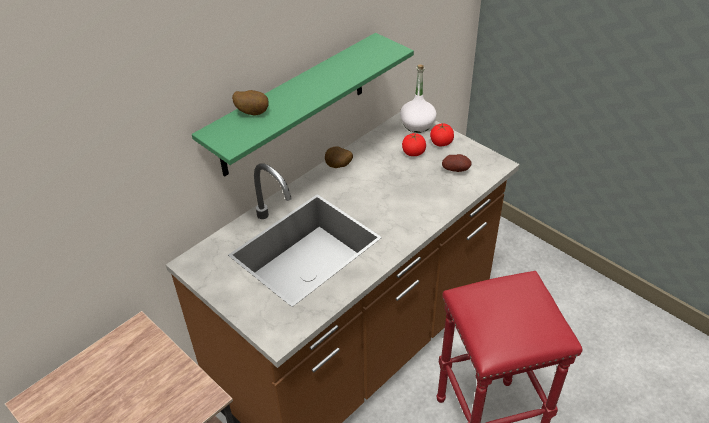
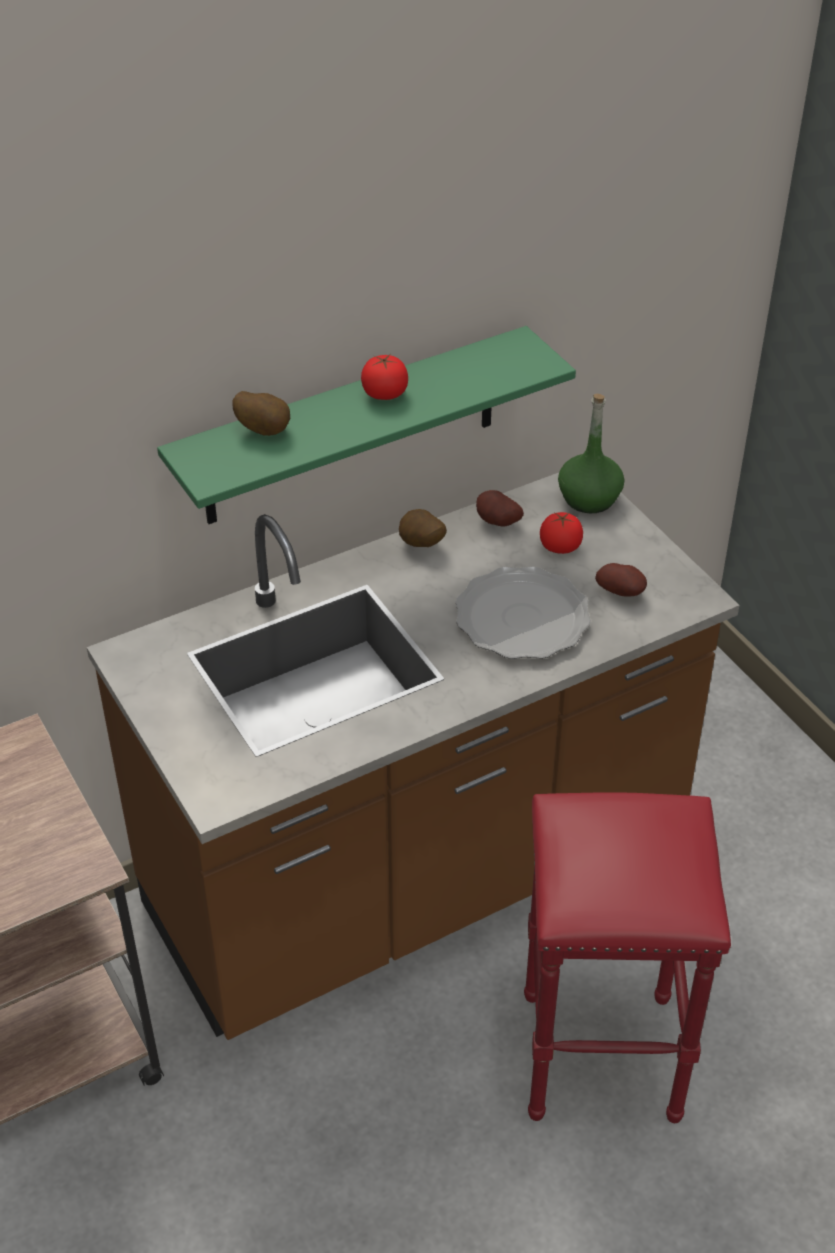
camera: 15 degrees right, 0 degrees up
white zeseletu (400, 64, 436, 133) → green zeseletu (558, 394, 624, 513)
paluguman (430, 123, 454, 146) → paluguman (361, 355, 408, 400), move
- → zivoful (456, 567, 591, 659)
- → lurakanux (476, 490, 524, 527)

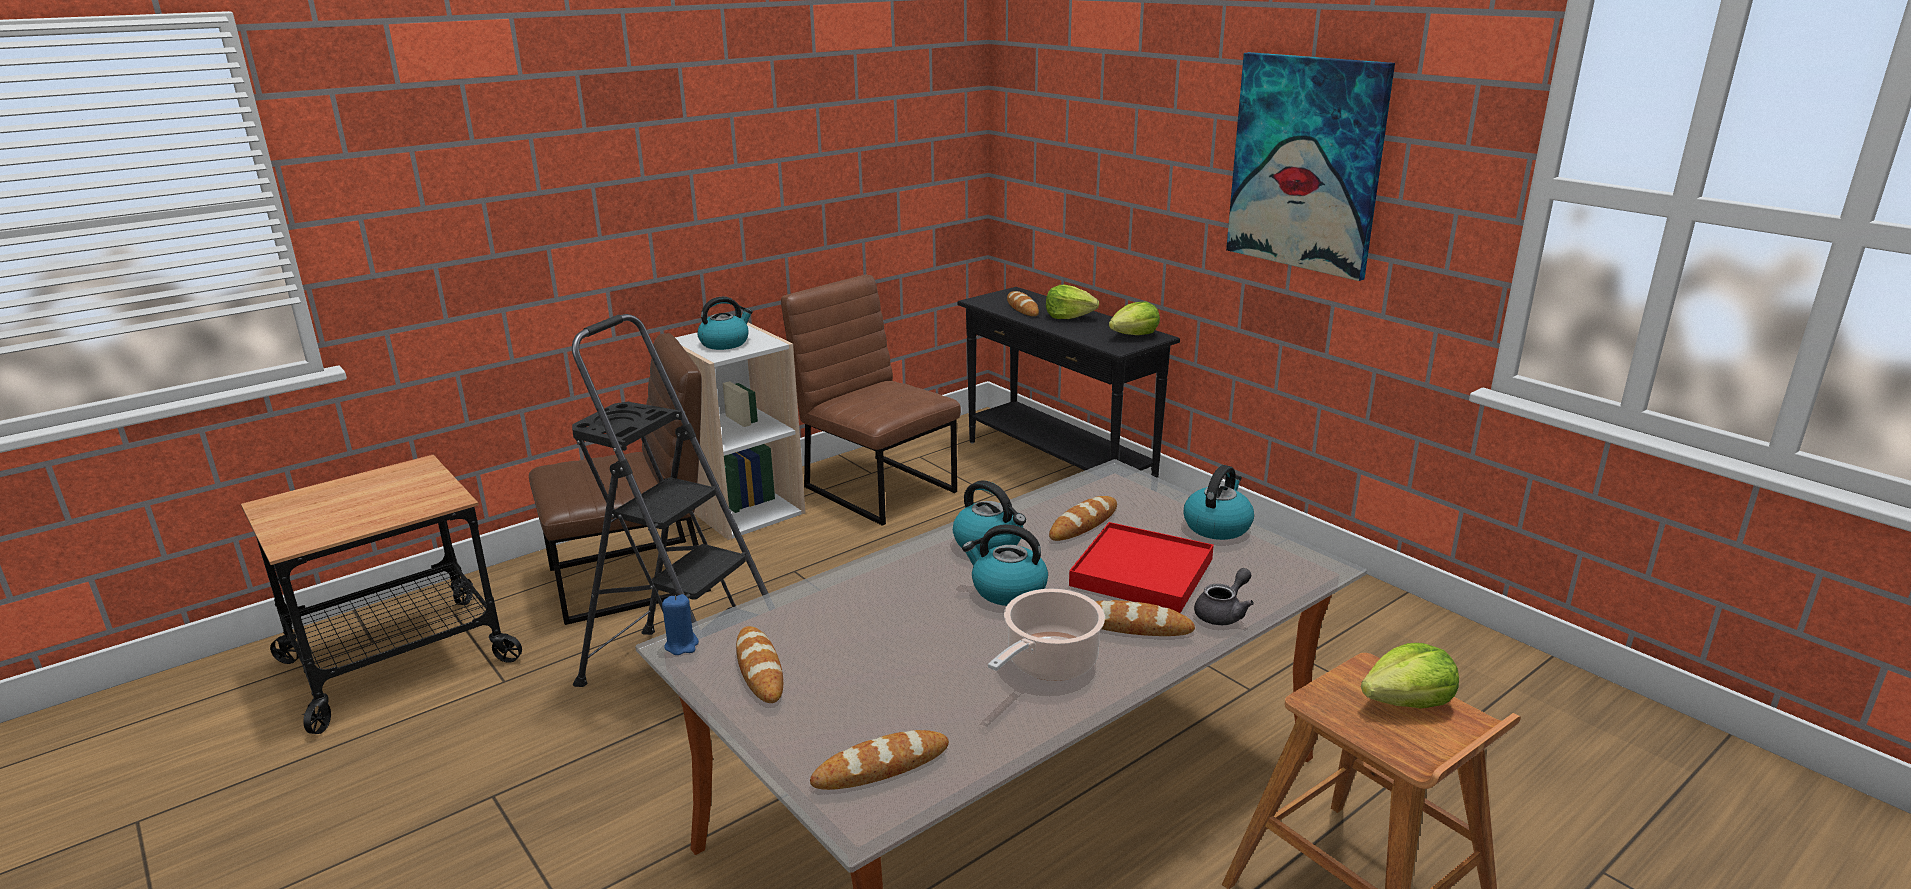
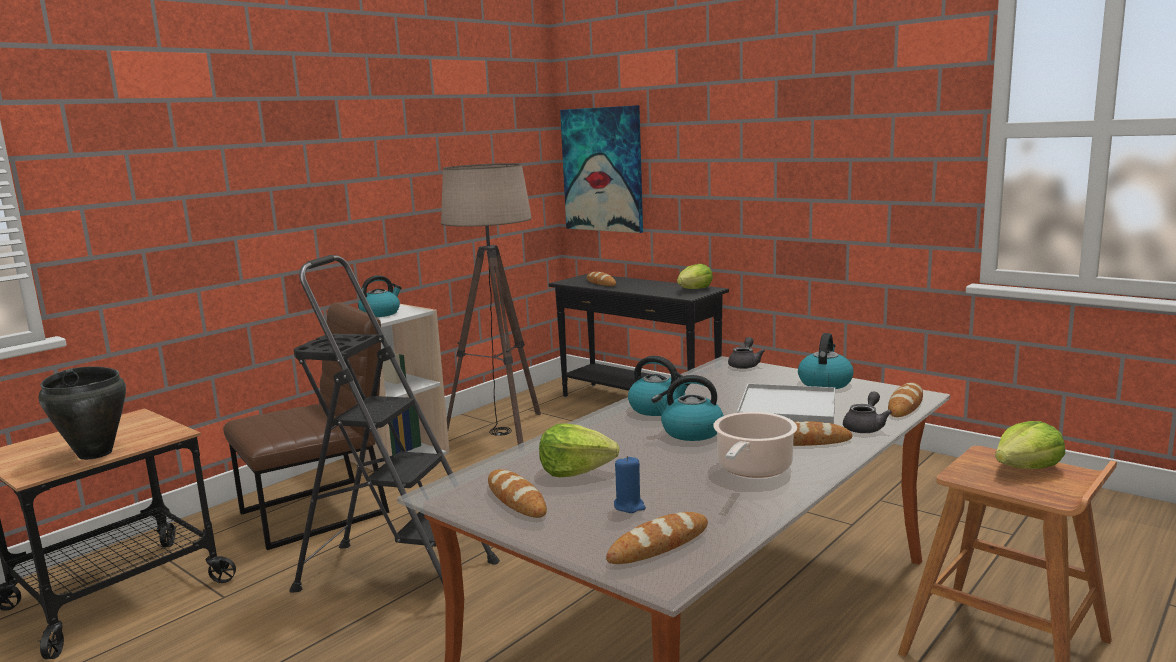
camera: 10 degrees left, 10 degrees down
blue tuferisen (662, 594, 699, 655) → blue tuferisen (614, 456, 646, 513), move
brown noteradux (781, 275, 961, 526) → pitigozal (441, 163, 541, 445)
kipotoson (1046, 285, 1099, 319) → kipotoson (539, 423, 619, 477), move
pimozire (1049, 496, 1117, 541) → pimozire (888, 383, 923, 417), move
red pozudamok (1069, 522, 1214, 613) → white pozudamok (737, 384, 835, 424)
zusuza (1226, 52, 1395, 281) → zusuza (560, 105, 643, 233), move
- → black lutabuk (39, 367, 126, 460)
- → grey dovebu (728, 337, 765, 369)

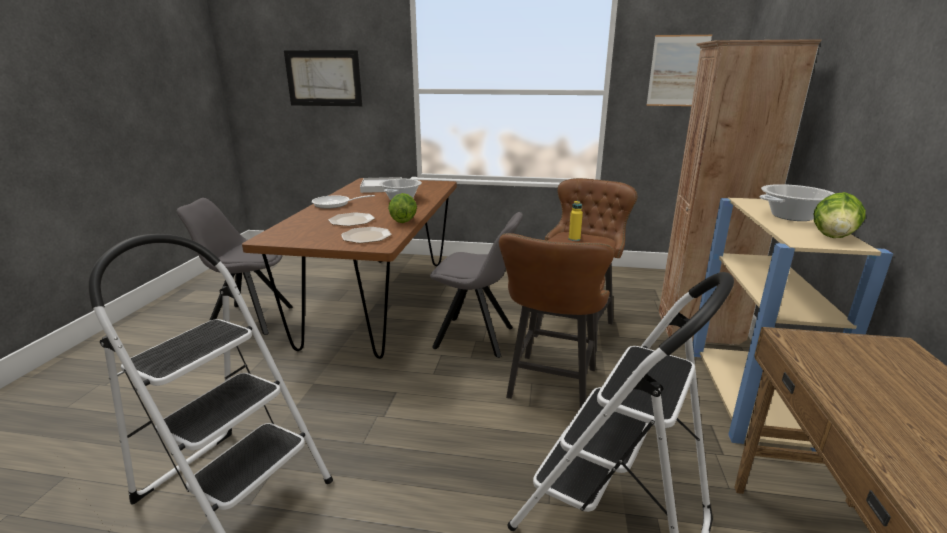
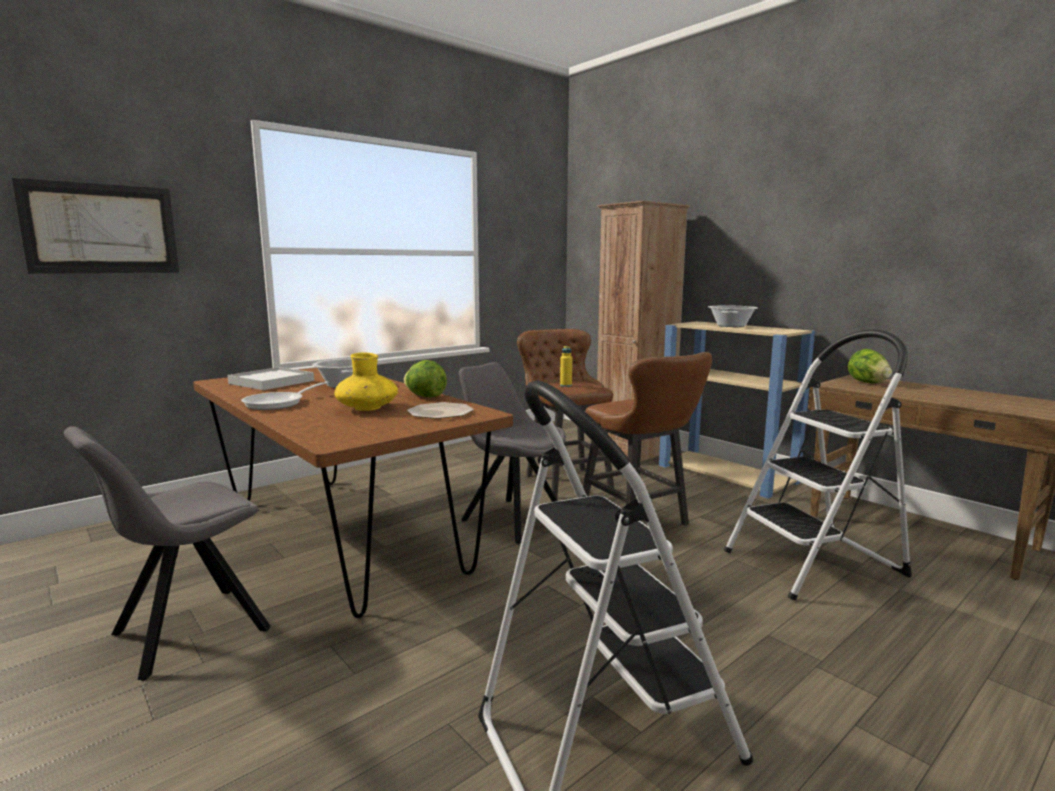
camera: 50 degrees left, 10 degrees down
zivoful (328, 212, 375, 226) → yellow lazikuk (334, 352, 398, 411)
grey noteradux (430, 212, 523, 358) → grey noteradux (459, 362, 566, 543), 105 degrees counterclockwise
zusuza (646, 35, 712, 106) → -
kipotoson (814, 192, 866, 238) → kipotoson (848, 349, 892, 384), move

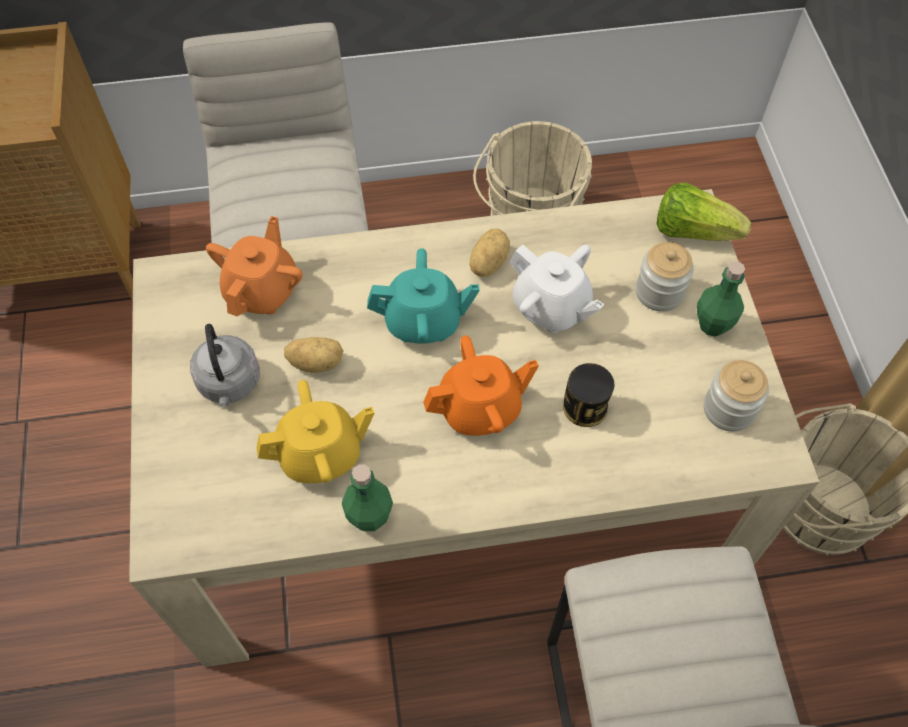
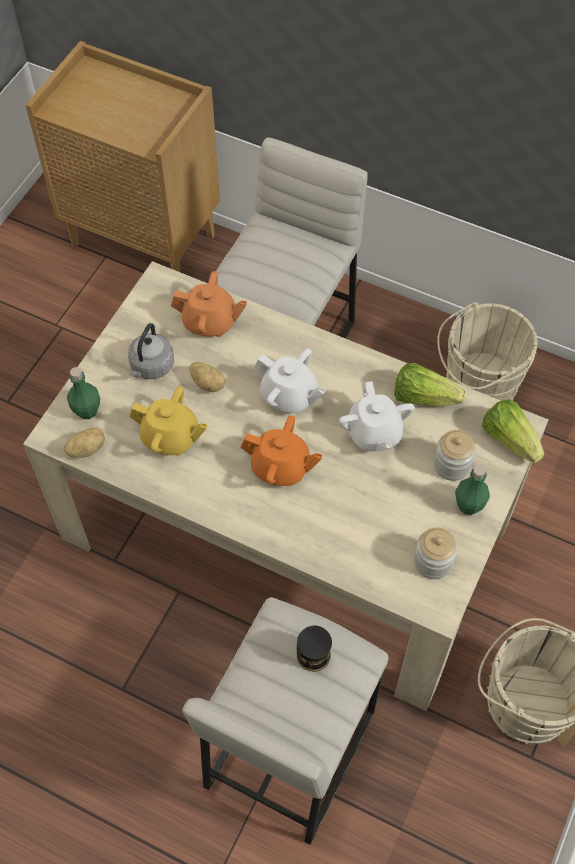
camera: 35 degrees right, 0 degrees up
orange dovebu (206, 216, 303, 316) → orange dovebu (171, 271, 247, 337), 45 degrees clockwise
green zeseletu (342, 464, 393, 531) → green zeseletu (67, 367, 100, 419), move
turquoise dovebu (367, 248, 480, 344) → white dovebu (255, 348, 326, 415)
lurakanux (470, 229, 510, 277) → lurakanux (64, 427, 105, 458), move
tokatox (563, 363, 615, 427) → tokatox (297, 626, 332, 671), move
- → kipotoson (394, 363, 465, 406)

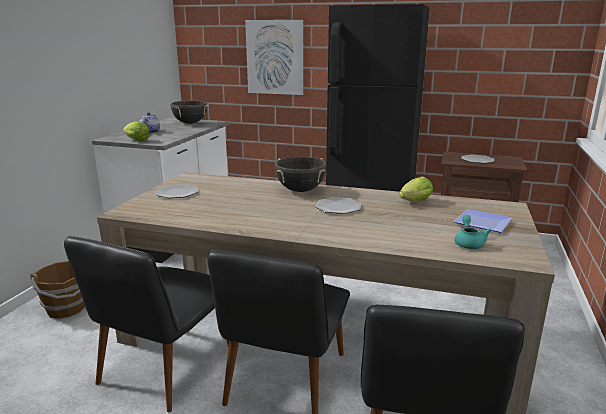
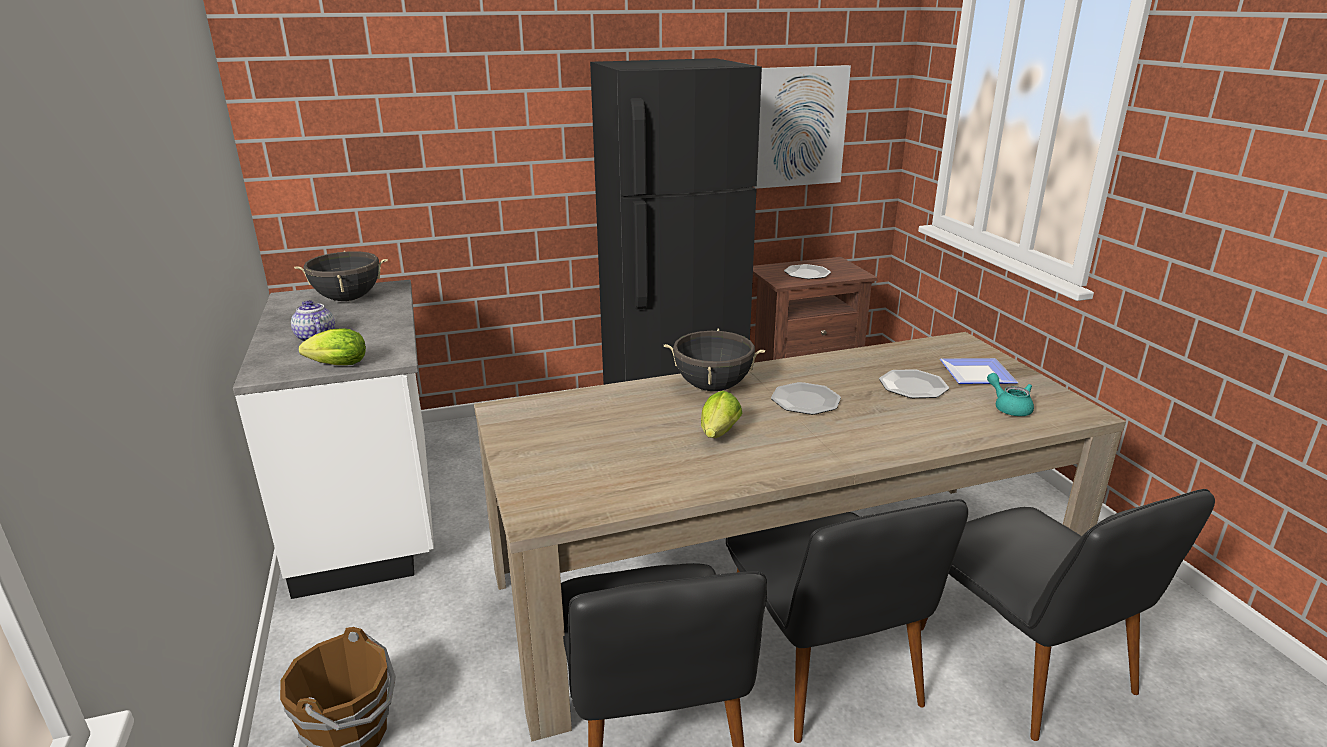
camera: 35 degrees left, 5 degrees up
zivoful (156, 184, 198, 198) → zivoful (879, 369, 949, 398), move
zusuza (245, 20, 303, 95) → zusuza (754, 65, 851, 189), move
kipotoson (399, 176, 433, 201) → kipotoson (701, 391, 742, 438), move

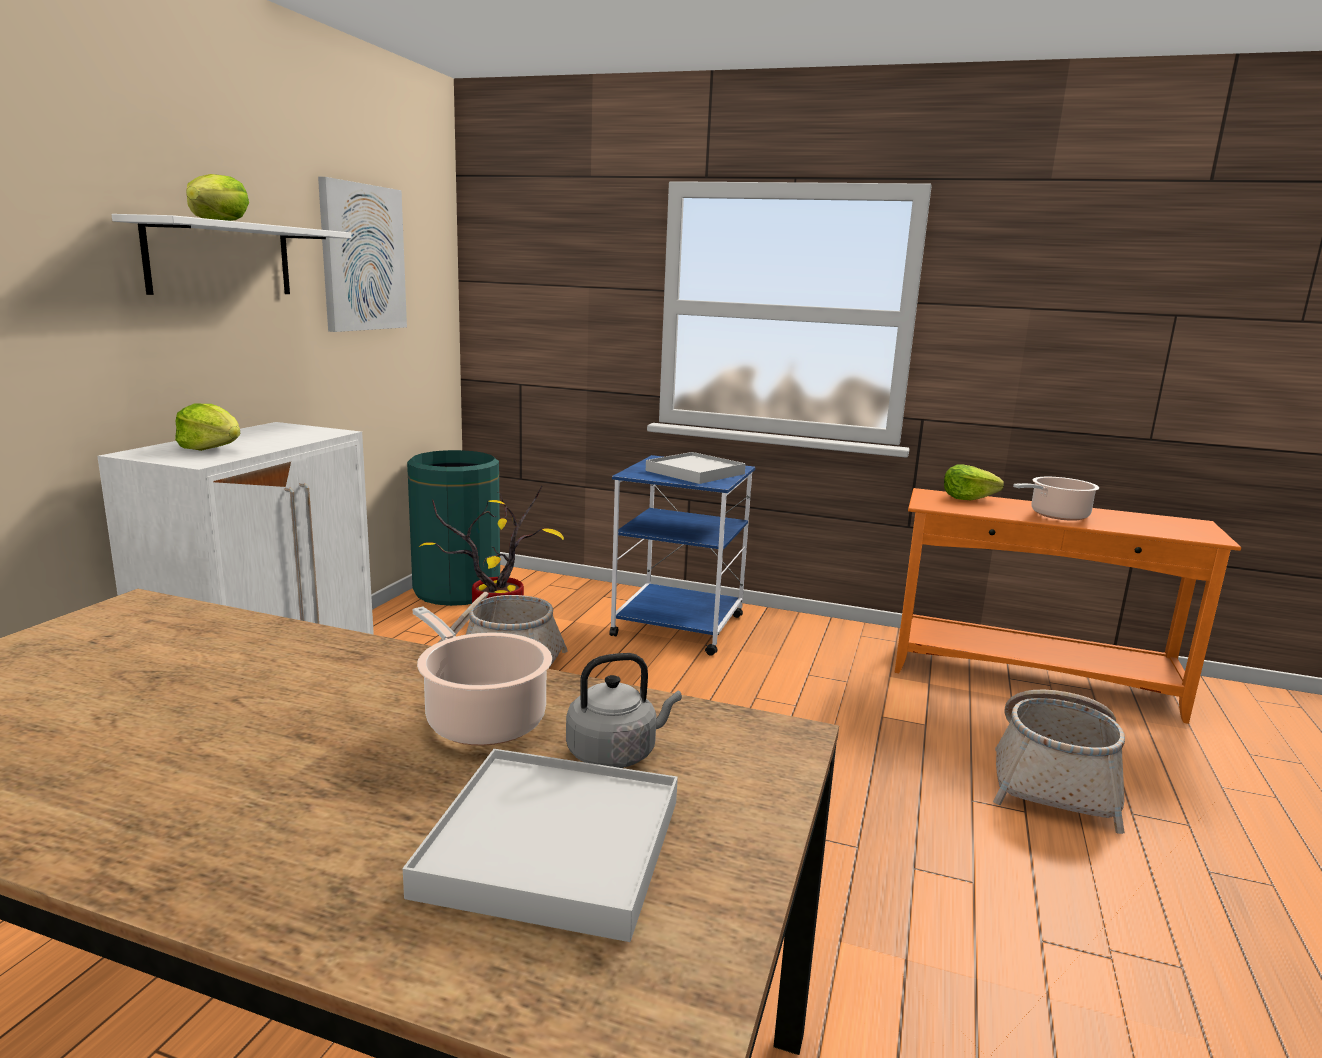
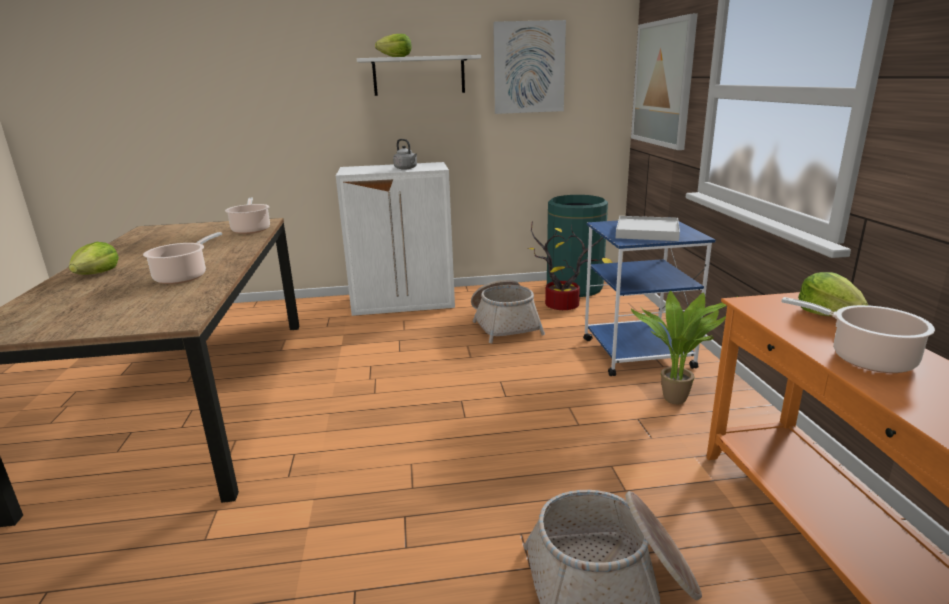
camera: 65 degrees right, 5 degrees up
kipotoson (175, 404, 241, 451) → kipotoson (69, 242, 119, 275), move
white pozudamok (403, 749, 678, 942) → -
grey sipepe (566, 653, 682, 768) → grey sipepe (393, 139, 417, 170), move
- → lutabuk (225, 197, 270, 234)
- → zusuza (631, 14, 698, 150)
- → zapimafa (631, 291, 738, 404)

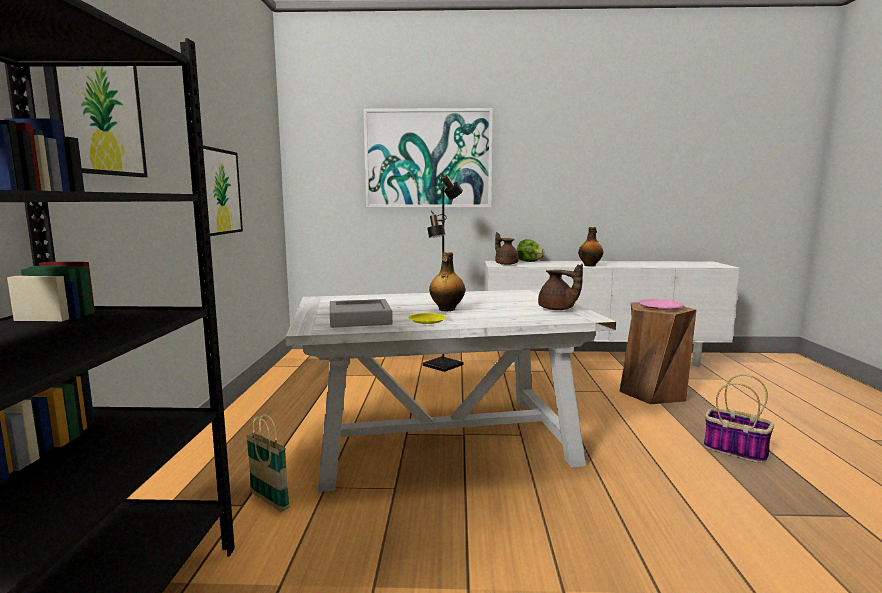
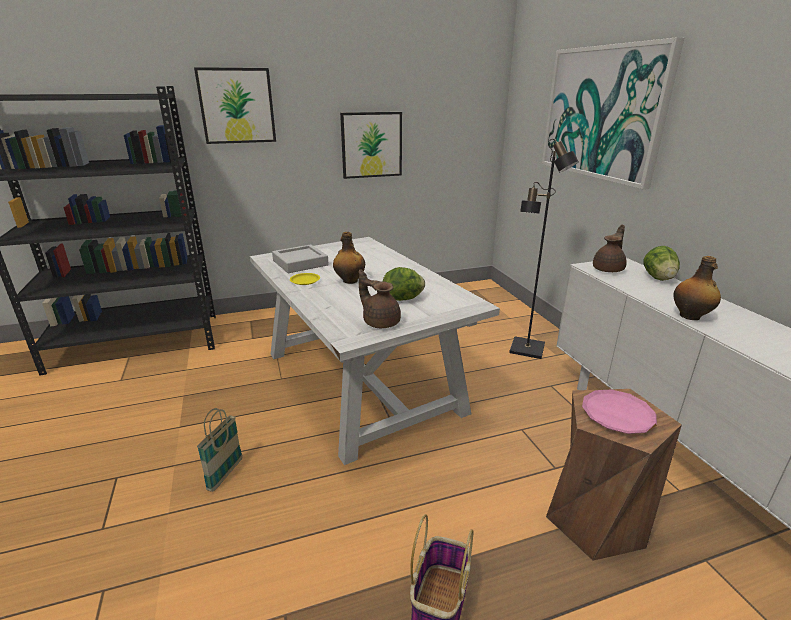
camera: 70 degrees right, 15 degrees up
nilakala (246, 414, 290, 512) → nilakala (197, 408, 243, 492), move
brown dovebu (538, 264, 583, 310) → brown dovebu (359, 270, 401, 328), 105 degrees clockwise
- → kipotoson (383, 267, 425, 301)

